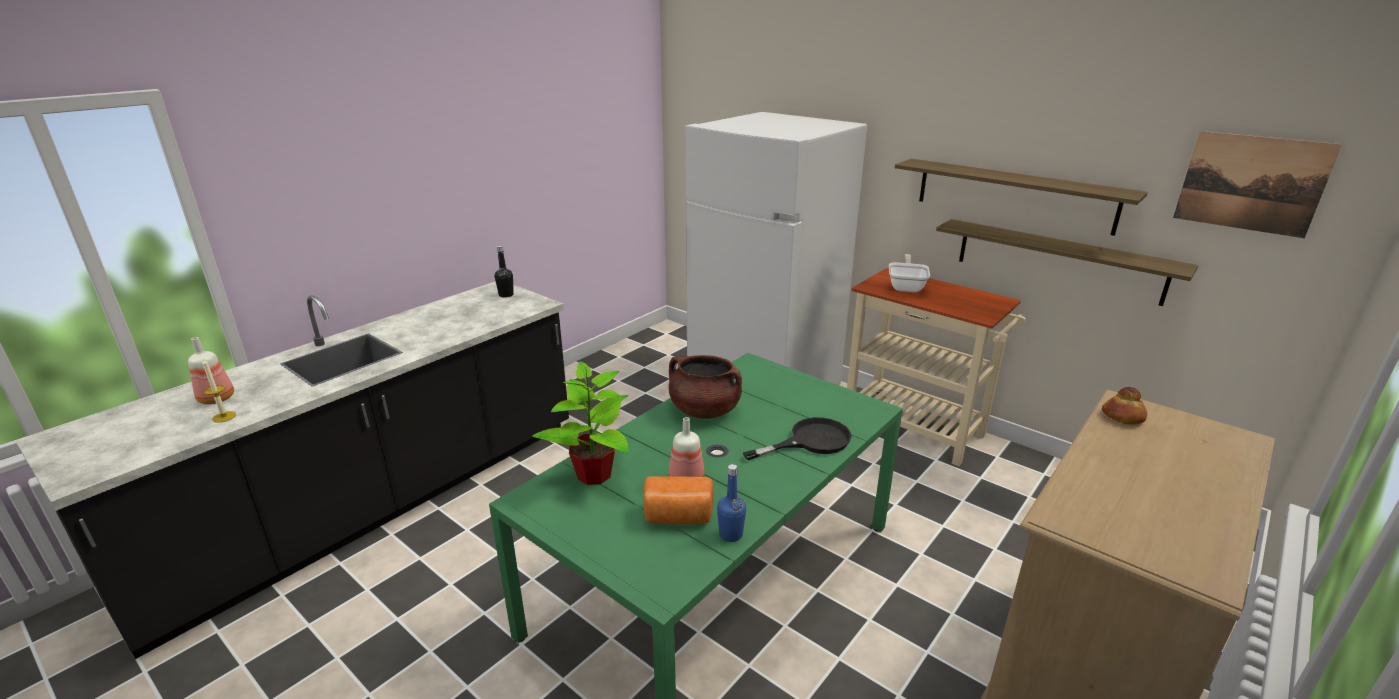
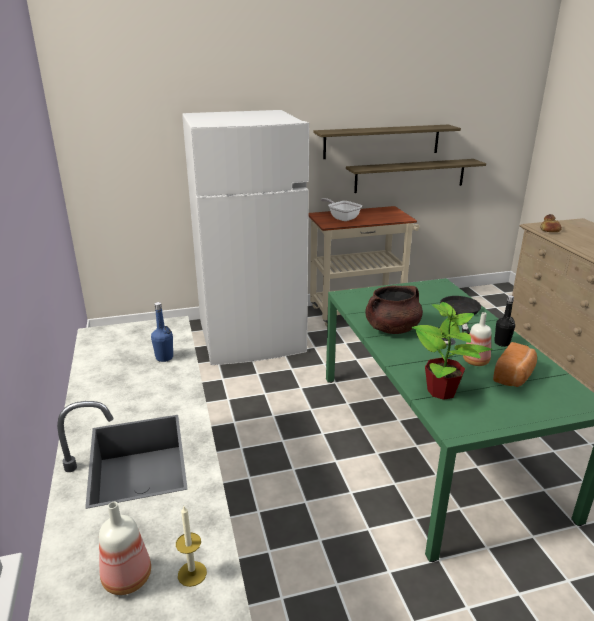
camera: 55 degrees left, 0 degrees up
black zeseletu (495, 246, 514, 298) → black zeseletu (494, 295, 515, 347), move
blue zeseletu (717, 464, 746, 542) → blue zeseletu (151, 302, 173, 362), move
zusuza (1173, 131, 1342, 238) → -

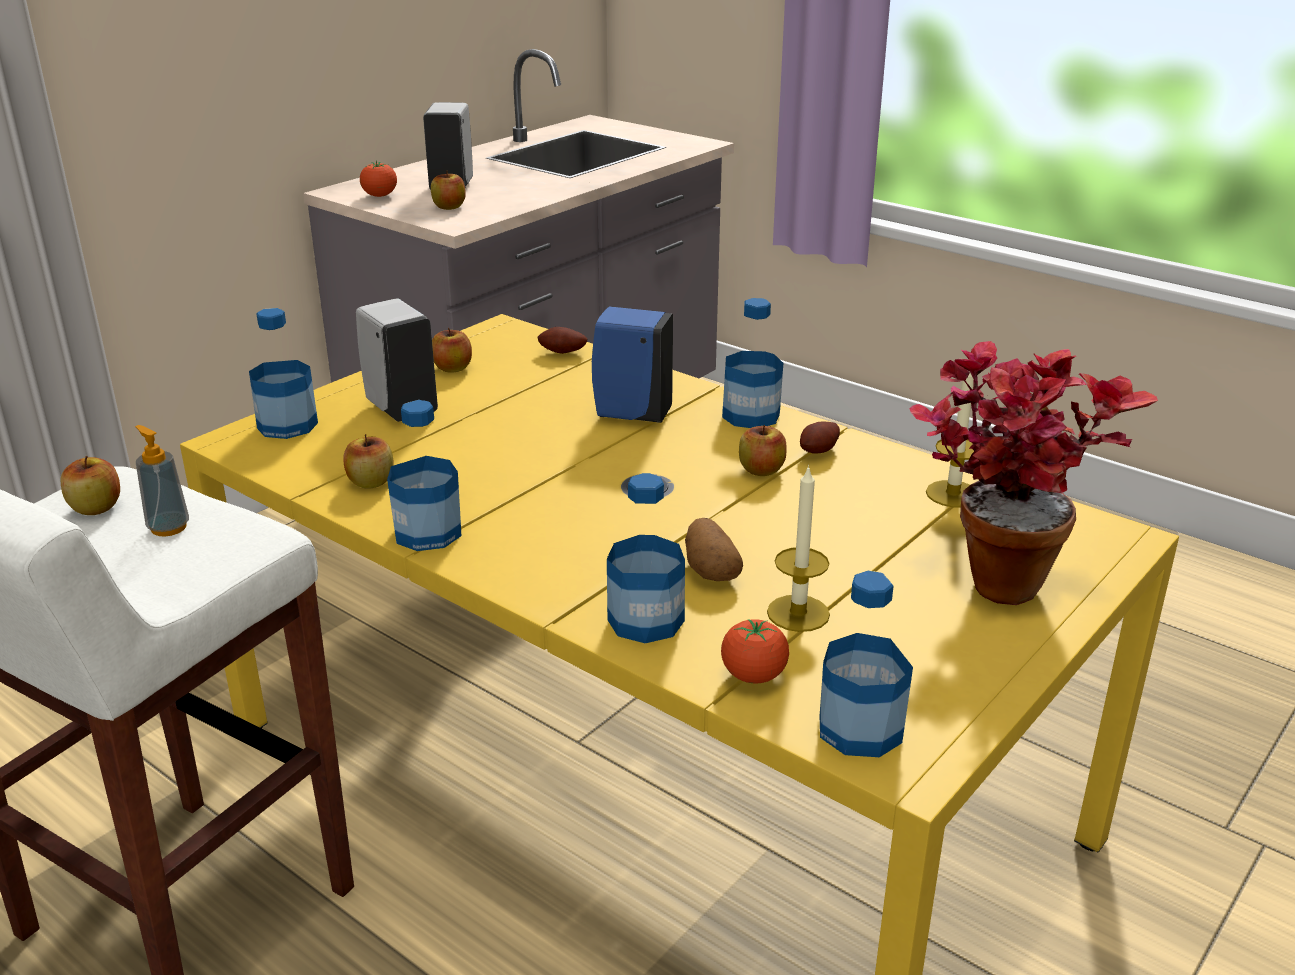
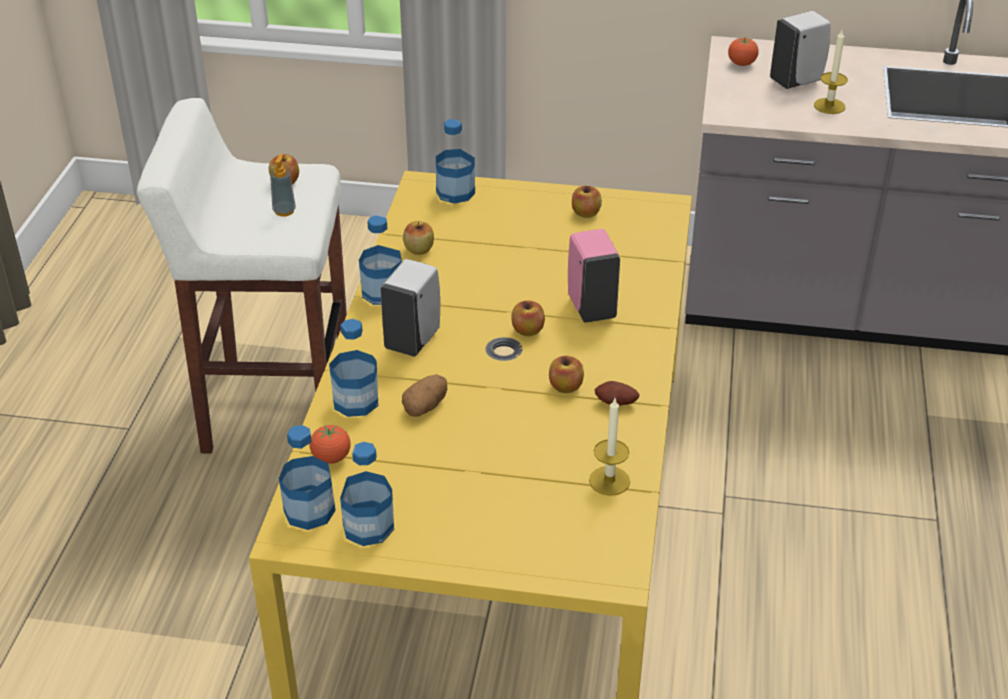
camera: 60 degrees right, 10 degrees up
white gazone (356, 298, 438, 422) → white gazone (380, 259, 440, 357), move
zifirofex (431, 171, 466, 210) → zifirofex (511, 300, 545, 336), move
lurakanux (538, 327, 587, 354) → -
blue gazone (592, 307, 673, 423) → pink gazone (568, 229, 620, 323)
zeseletu (722, 298, 783, 428) → zeseletu (340, 442, 394, 546), move
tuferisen (767, 465, 830, 632) → tuferisen (814, 30, 848, 114), move
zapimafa (910, 341, 1158, 605) → -

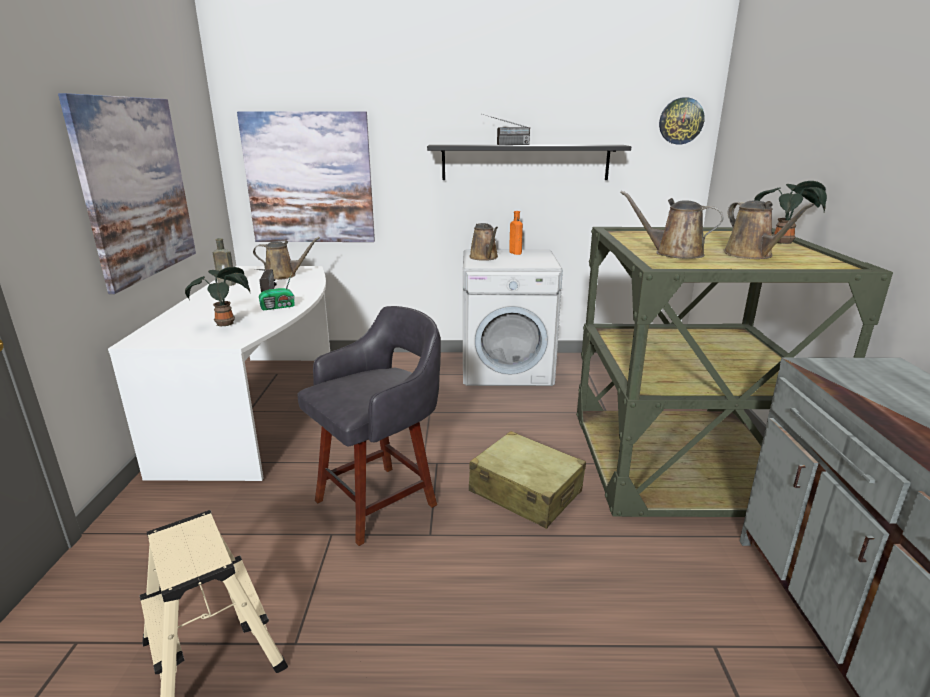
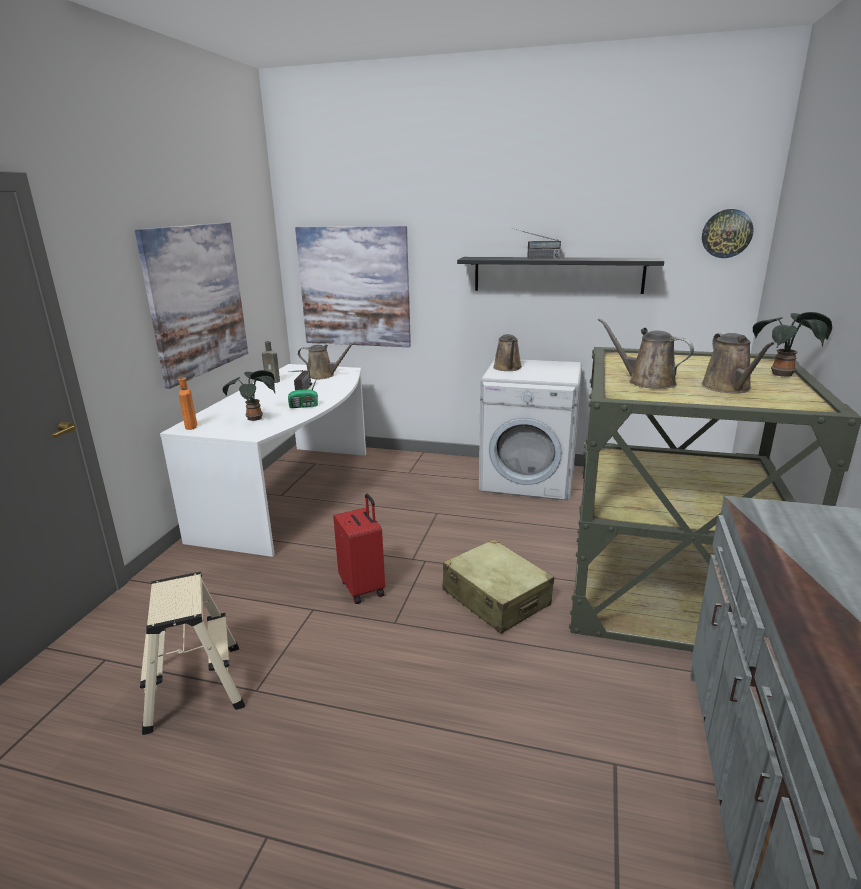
camera: 15 degrees right, 0 degrees up
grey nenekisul (297, 306, 441, 546) → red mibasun (333, 494, 385, 604)
orange zeseletu (509, 211, 523, 255) → orange zeseletu (178, 377, 197, 430), move

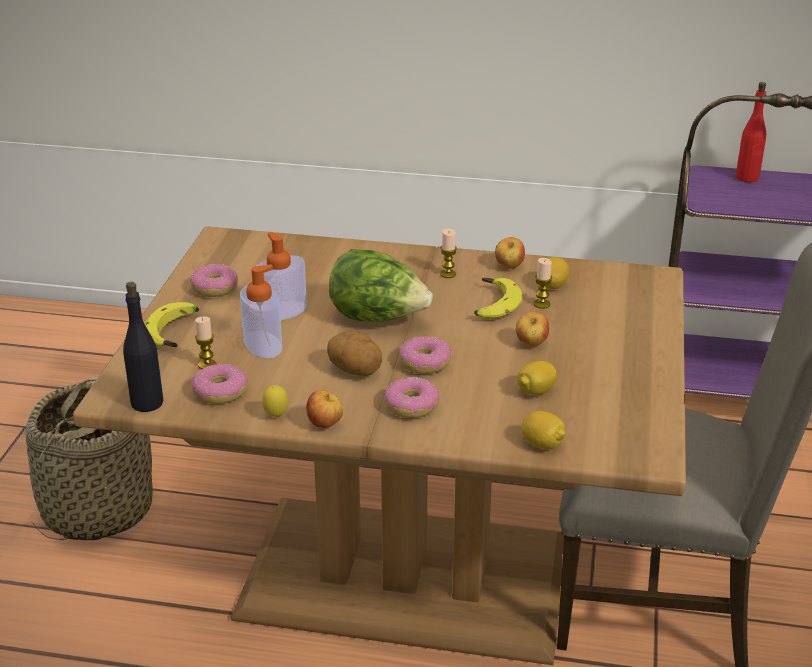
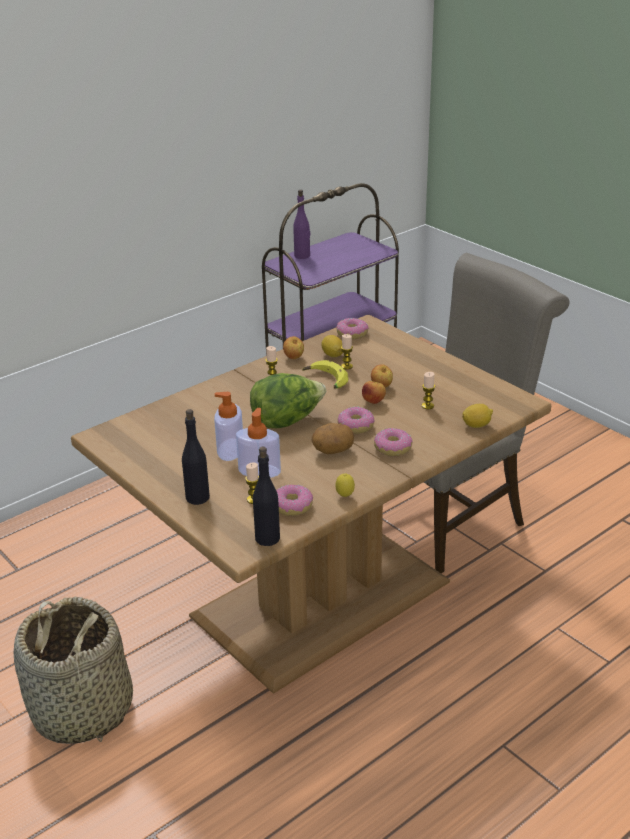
camera: 50 degrees left, 0 degrees up
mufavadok (144, 302, 199, 347) → black zeseletu (182, 409, 210, 505)
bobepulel (190, 264, 238, 297) → bobepulel (336, 318, 369, 339), move
zifirofex (306, 390, 343, 428) → zifirofex (362, 381, 386, 404), move
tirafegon (517, 361, 557, 395) → tuferisen (422, 372, 435, 409)
red zeseletu (736, 82, 766, 182) → purple zeseletu (293, 190, 310, 259)

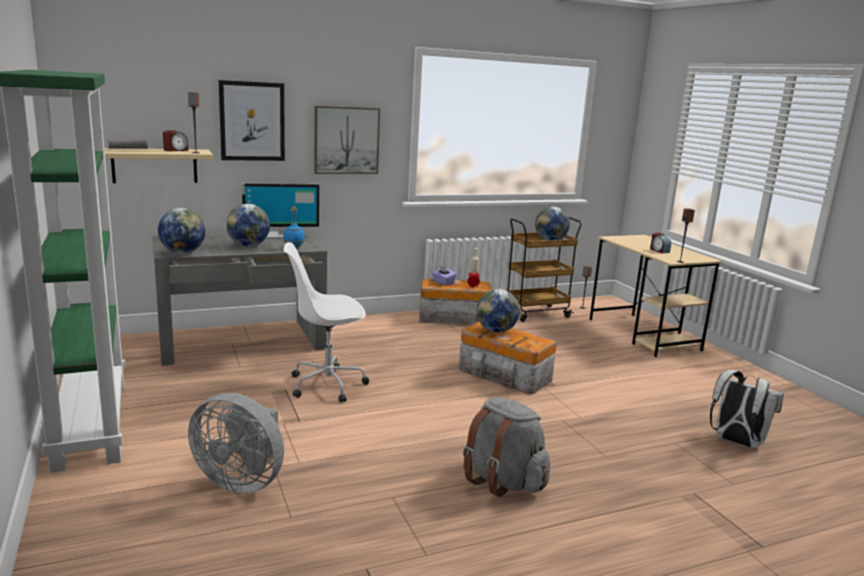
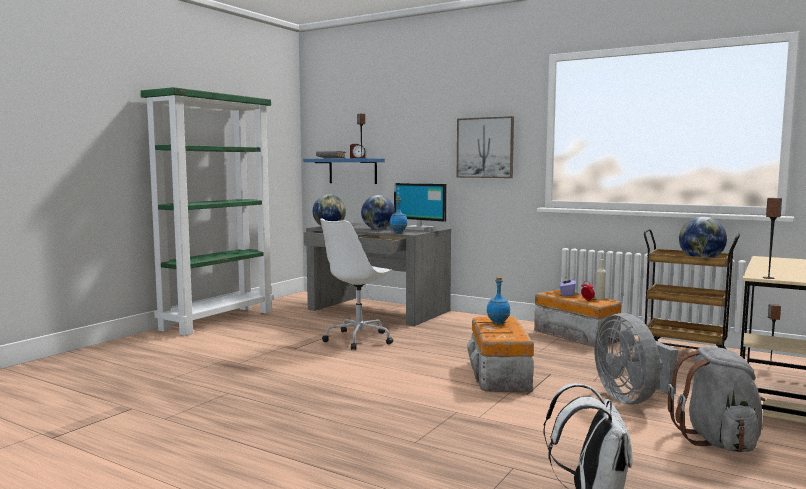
camera: 55 degrees right, 10 degrees down
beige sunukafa (104, 148, 213, 183) → blue sunukafa (304, 158, 385, 184)
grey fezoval (188, 393, 284, 494) → grey fezoval (594, 313, 678, 405), move
zusuza (219, 80, 285, 161) → -
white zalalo (283, 242, 370, 402) → white zalalo (320, 219, 393, 350), 90 degrees counterclockwise
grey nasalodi (463, 397, 550, 497) → grey nasalodi (668, 347, 765, 452), move
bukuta (477, 289, 520, 333) → blue zeseletu (487, 277, 510, 324)
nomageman (650, 233, 671, 253) → -

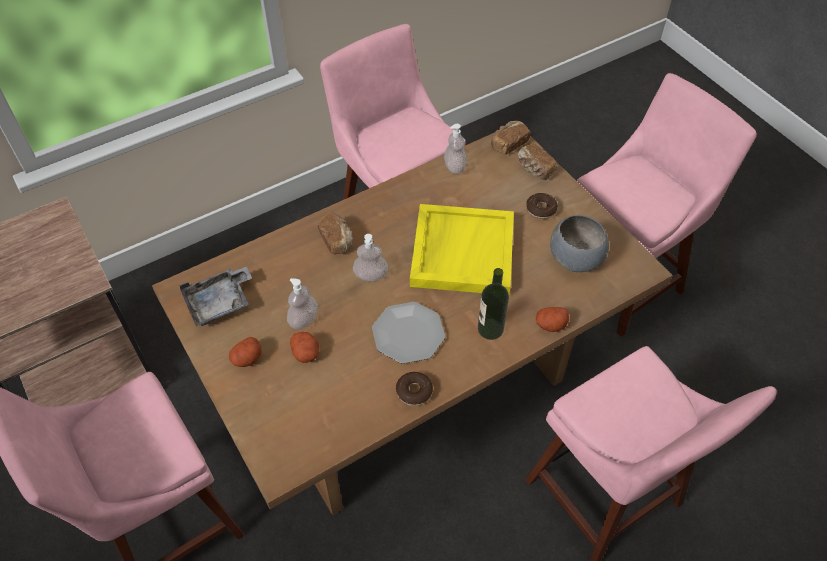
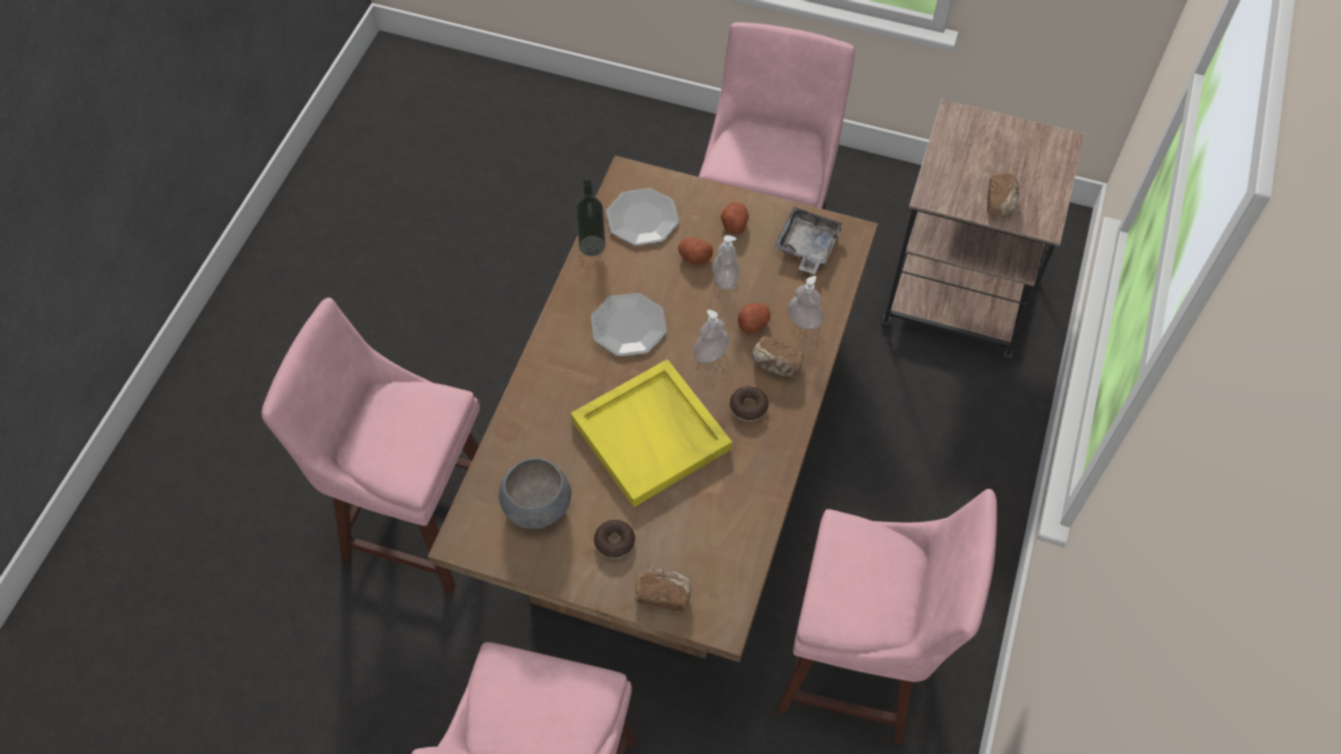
camera: 140 degrees right, 5 degrees up
bobepulel (396, 372, 433, 406) → bobepulel (730, 386, 769, 422), move
gazone (444, 124, 467, 174) → gazone (788, 276, 824, 329), move
zeseletu (478, 268, 509, 340) → zeseletu (576, 179, 606, 256), move
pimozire (491, 121, 531, 154) → pimozire (987, 172, 1020, 218), move
lurakanux (536, 307, 569, 332) → lurakanux (738, 303, 770, 334), move
- → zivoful (606, 188, 679, 246)

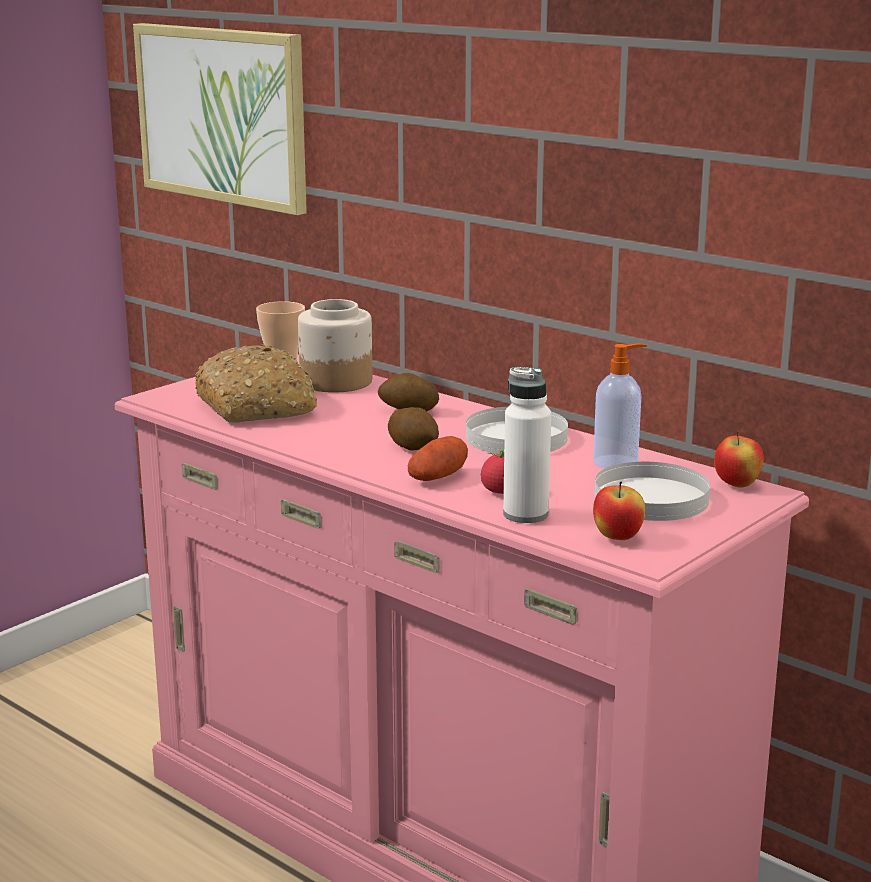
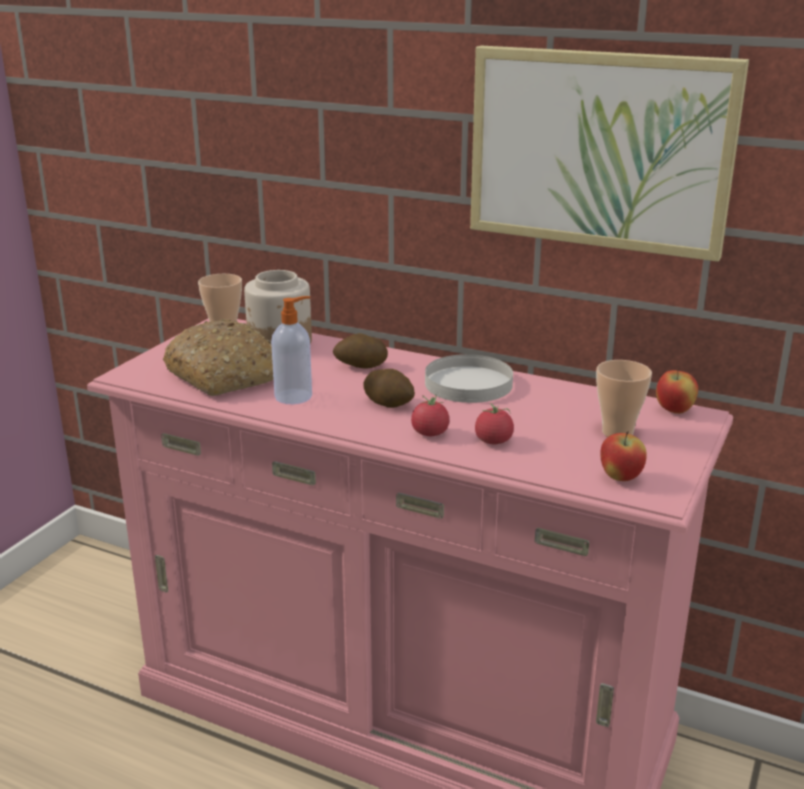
camera: 15 degrees left, 5 degrees up
zusuza (133, 23, 307, 215) → zusuza (470, 46, 749, 262), move
lurakanux (408, 436, 468, 481) → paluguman (411, 396, 449, 436)
white zeseletu (503, 367, 551, 523) → -
gazone (593, 344, 647, 469) → gazone (271, 296, 312, 404), move
white zivoful (595, 462, 710, 521) → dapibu (596, 360, 652, 437)

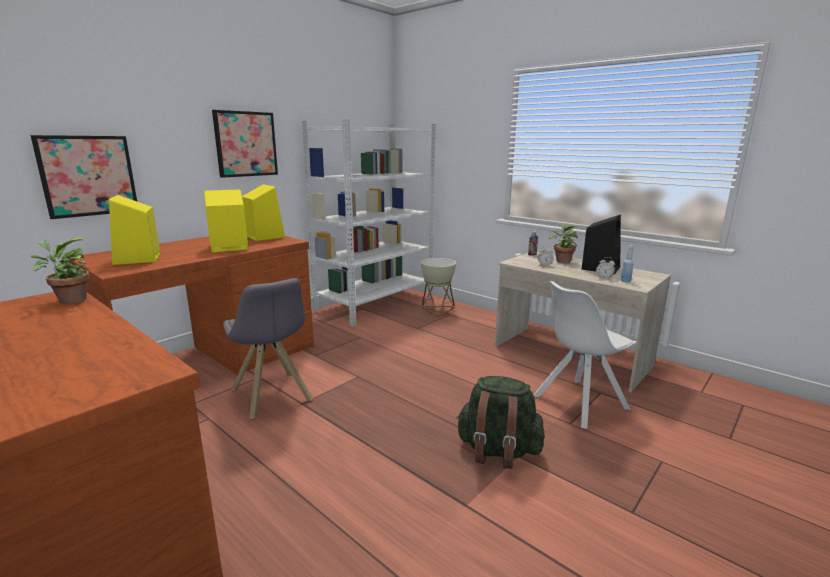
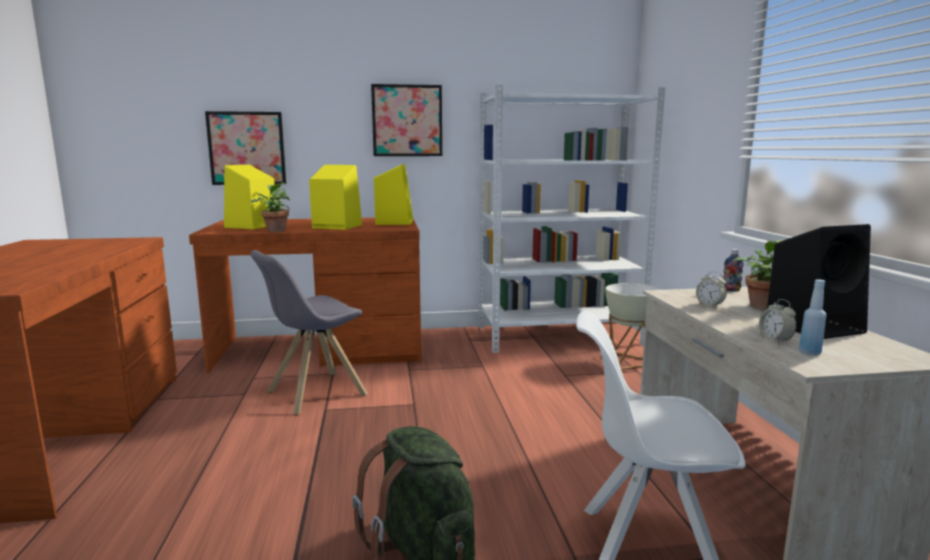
camera: 40 degrees right, 5 degrees down
zapimafa (30, 237, 92, 304) → zapimafa (251, 183, 290, 232), move
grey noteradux (223, 278, 313, 420) → grey noteradux (251, 250, 368, 415), 45 degrees clockwise

